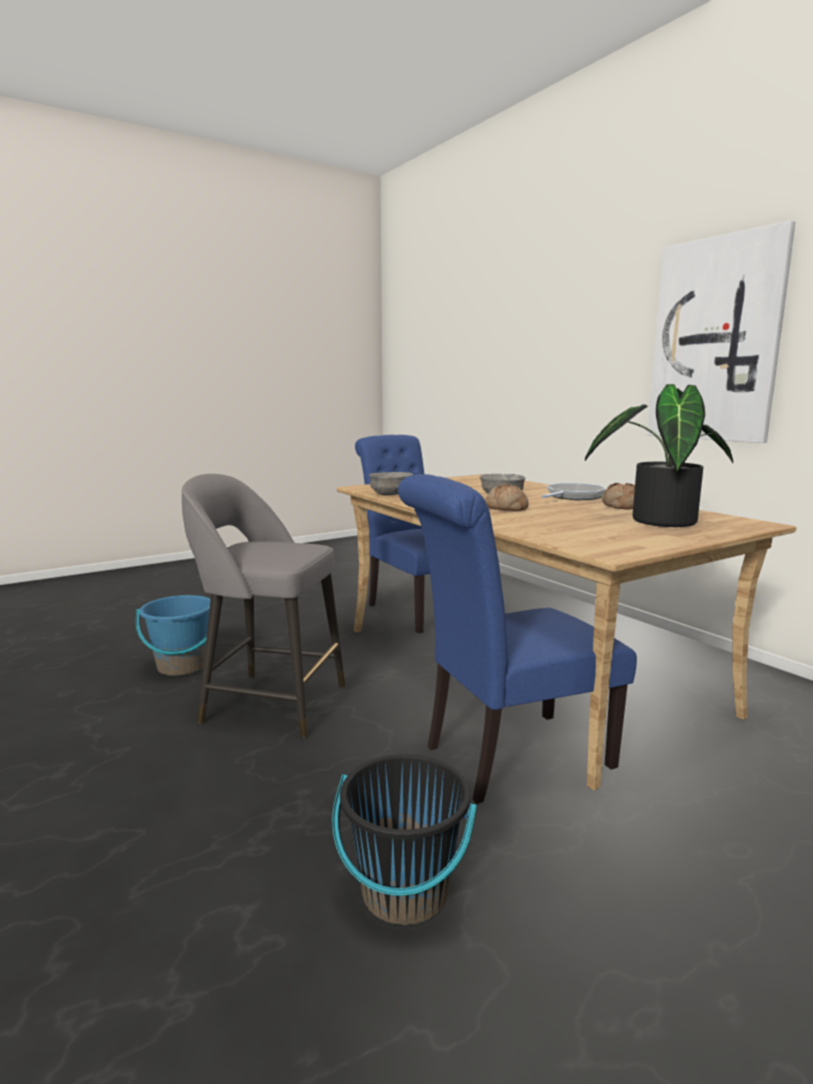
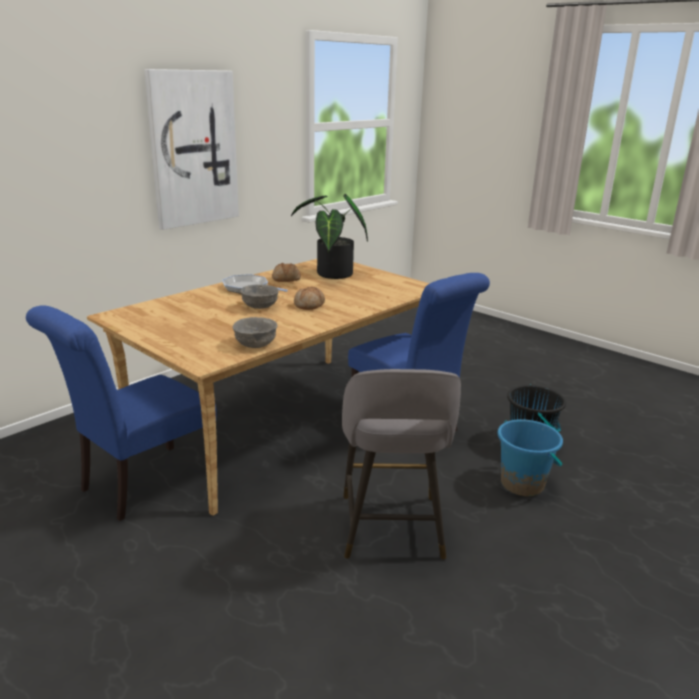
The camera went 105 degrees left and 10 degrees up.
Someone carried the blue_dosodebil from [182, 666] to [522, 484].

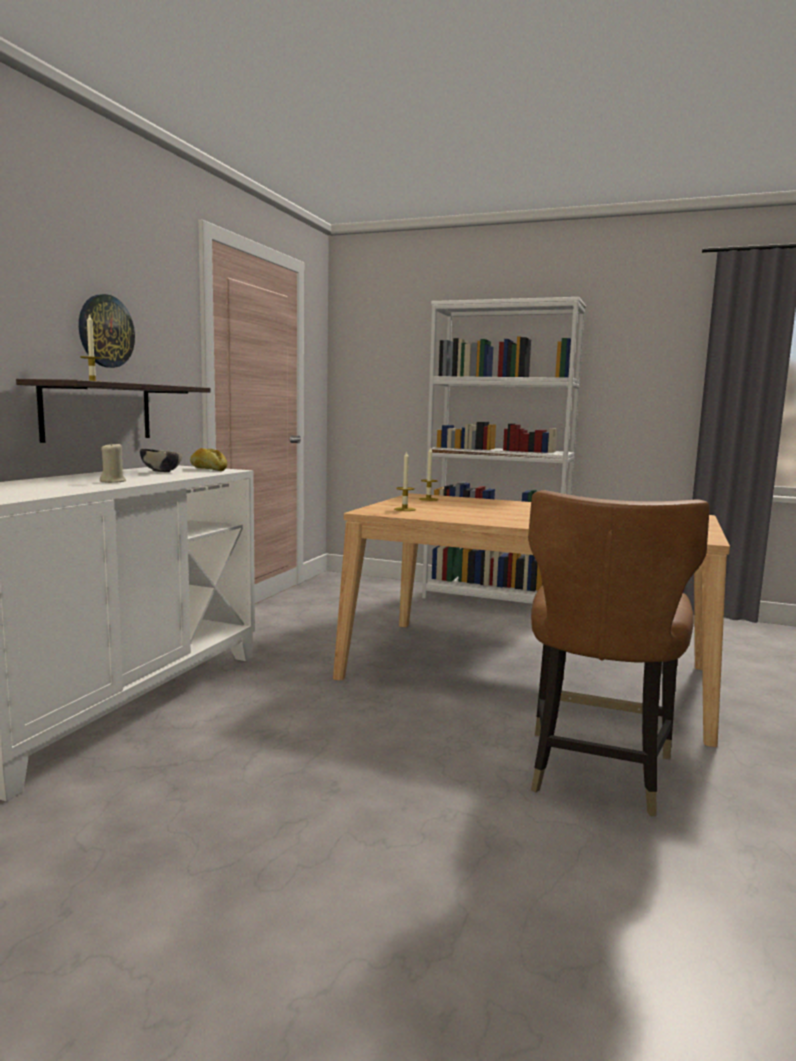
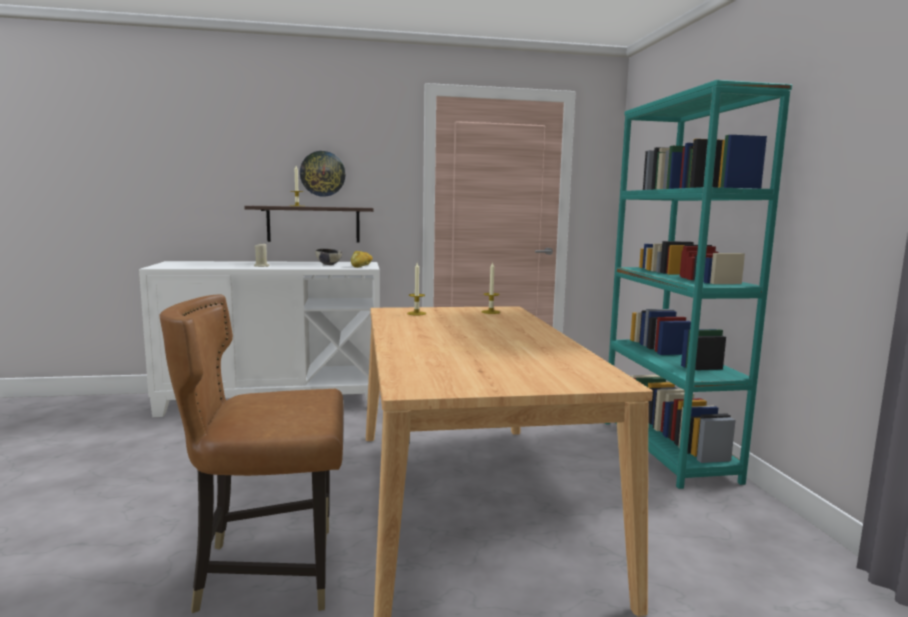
The camera went 60 degrees right and 0 degrees up.
Someone repainted the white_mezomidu at [493, 599], which became the turquoise_mezomidu at [666, 450].

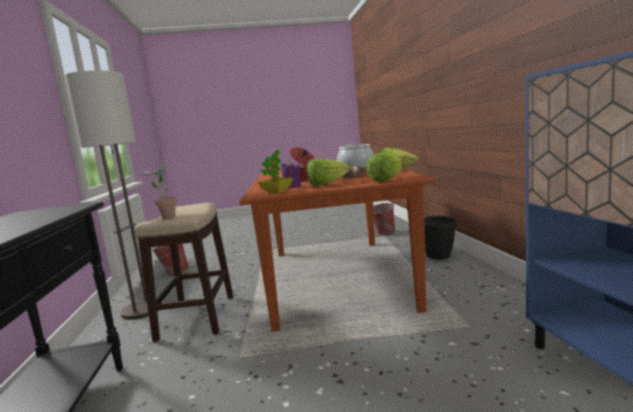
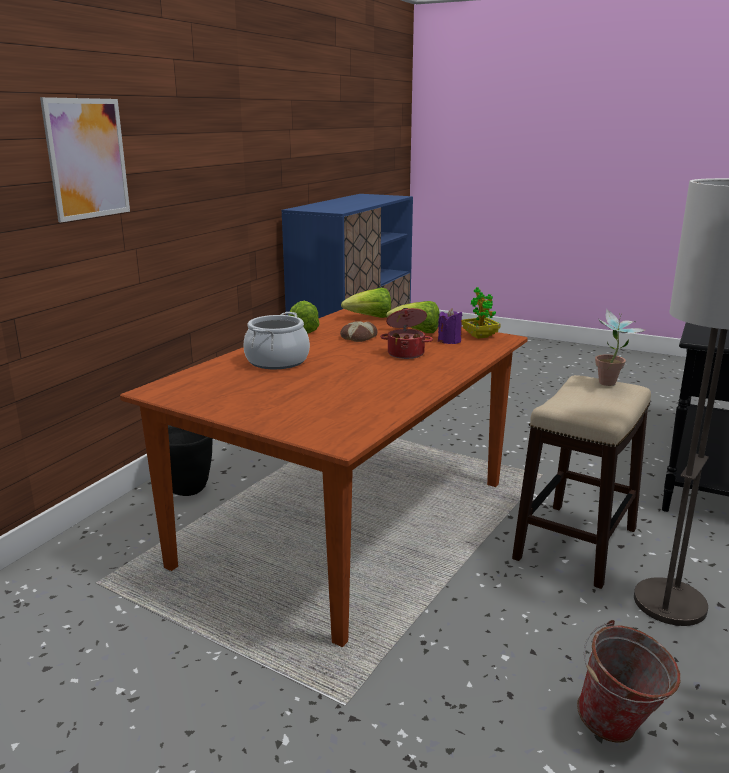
The camera went 145 degrees left and 10 degrees up.
Someone put up the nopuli at [87, 159].
Someone took away the dosodebil at [382, 233].

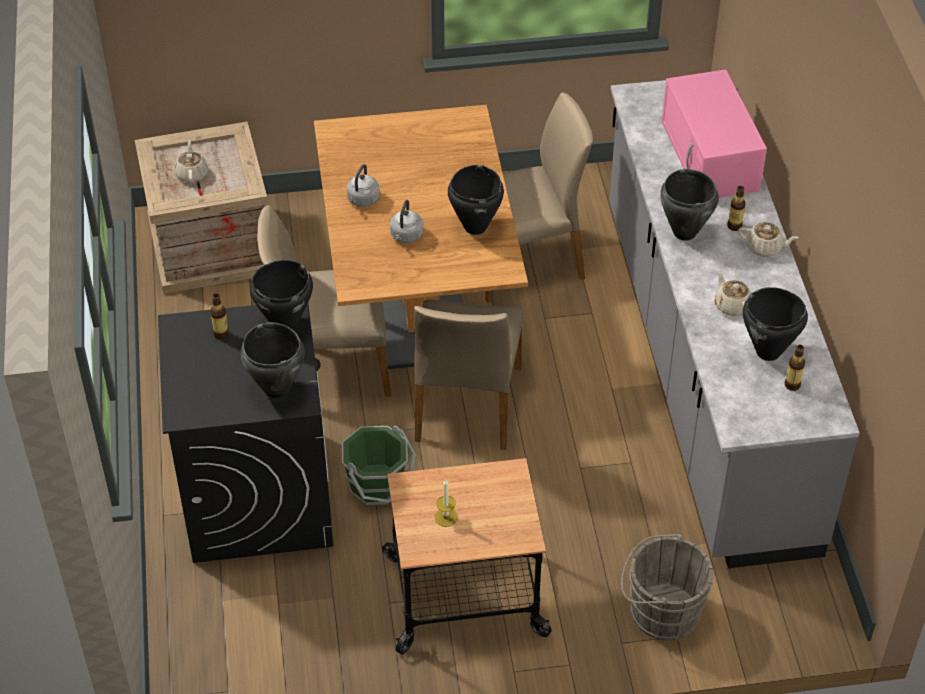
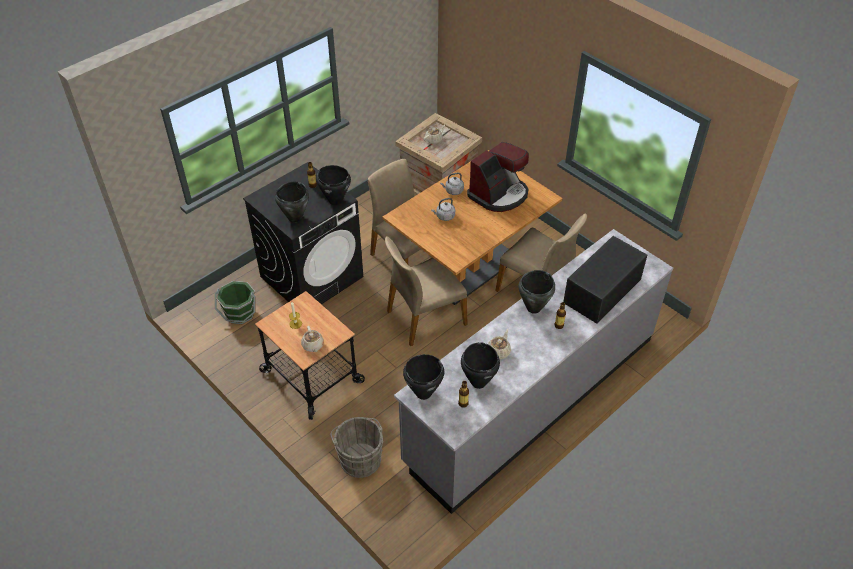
The camera went 55 degrees right and 0 degrees up.
Someone carried the green_dosodebil from [377, 484] to [240, 313].
Someone carried the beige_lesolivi from [765, 247] to [313, 345].
Someone carried the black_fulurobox from [474, 227] to [423, 393].
Someone put down the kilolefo at [499, 194].
Someone repainted the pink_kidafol at [710, 156], which became the black_kidafol at [602, 291].

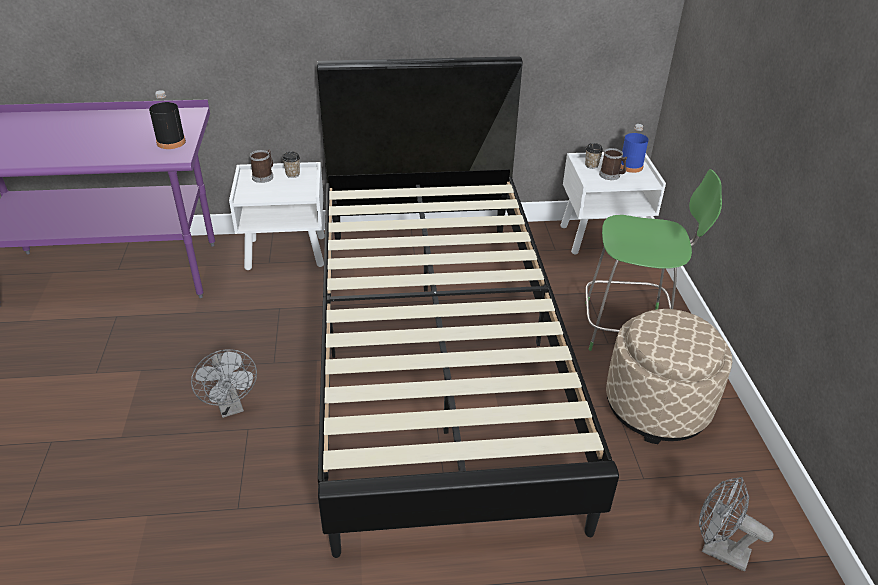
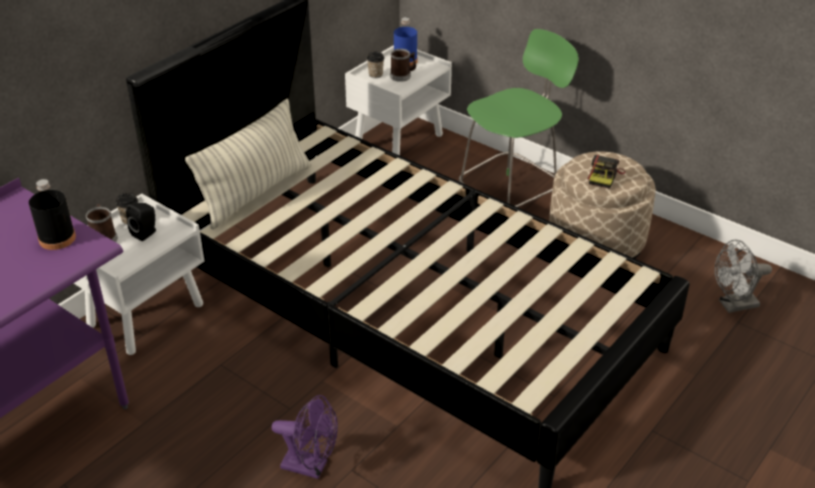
The camera went 45 degrees left and 0 degrees up.
Someone put down the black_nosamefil at [146, 233].
Someone put down the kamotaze at [256, 193].
Someone repainted the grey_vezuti at [231, 407], which became the purple_vezuti at [311, 466].
Someone put down the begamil at [604, 176].

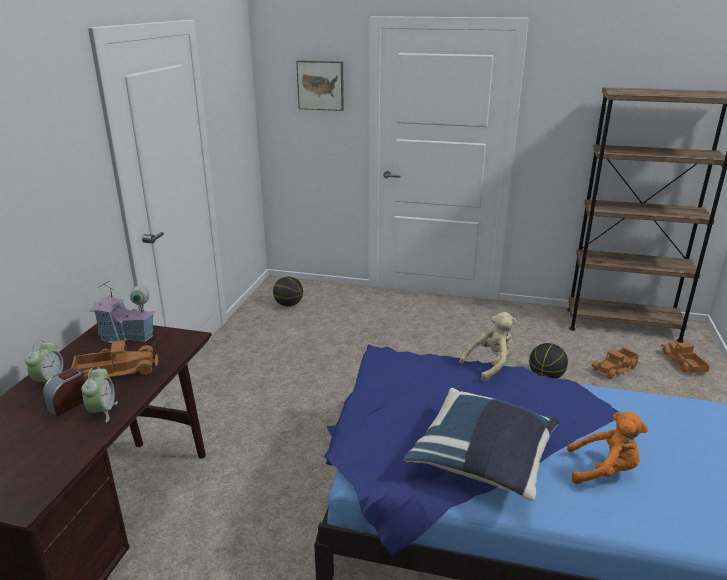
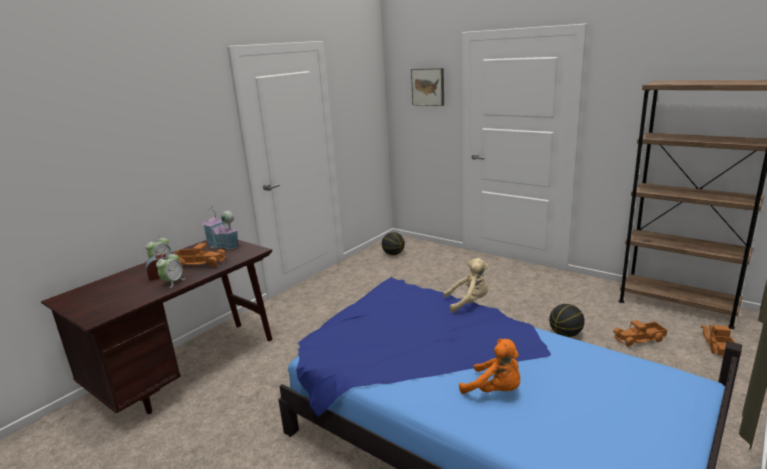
The camera went 25 degrees right and 5 degrees down.
Someone took away the blue_kamotaze at [483, 460].

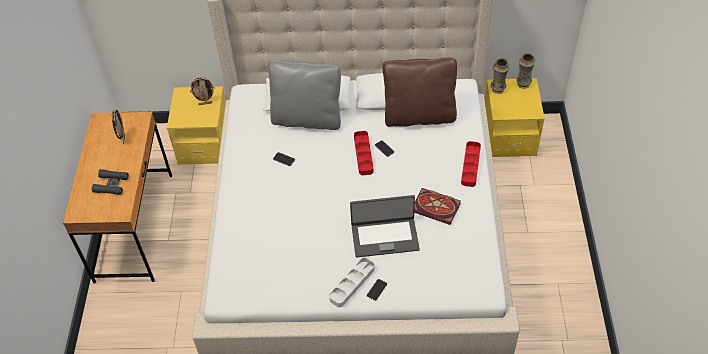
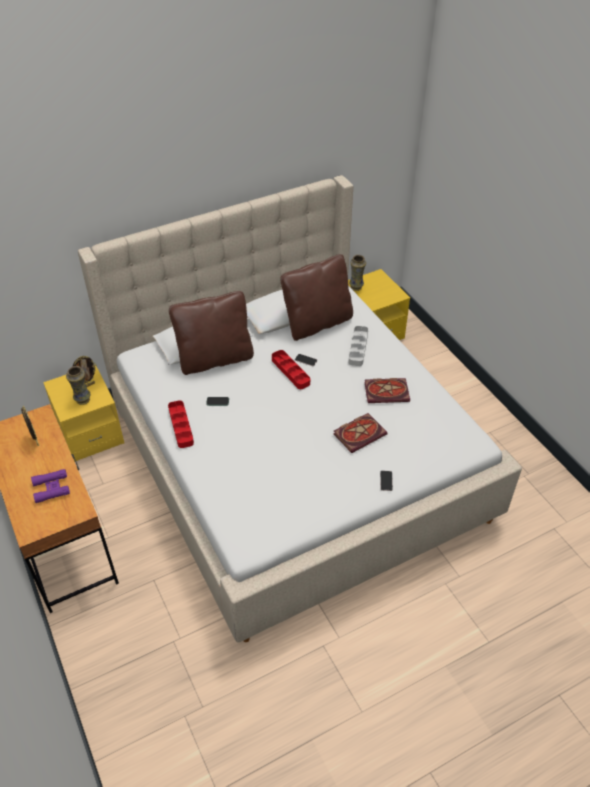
The camera went 30 degrees left and 5 degrees down.
Someone repainted the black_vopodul at [111, 184], which became the purple_vopodul at [51, 488].
Someone carried the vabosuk from [523, 84] to [82, 400].
Someone carried the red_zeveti from [470, 165] to [181, 426].
Someone repainted the grey_kamotaze at [307, 119], which became the brown_kamotaze at [215, 359].
Someone swapped the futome at [384, 237] for the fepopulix at [360, 433].
Someone carried the grey_zeveti from [352, 284] to [358, 348].

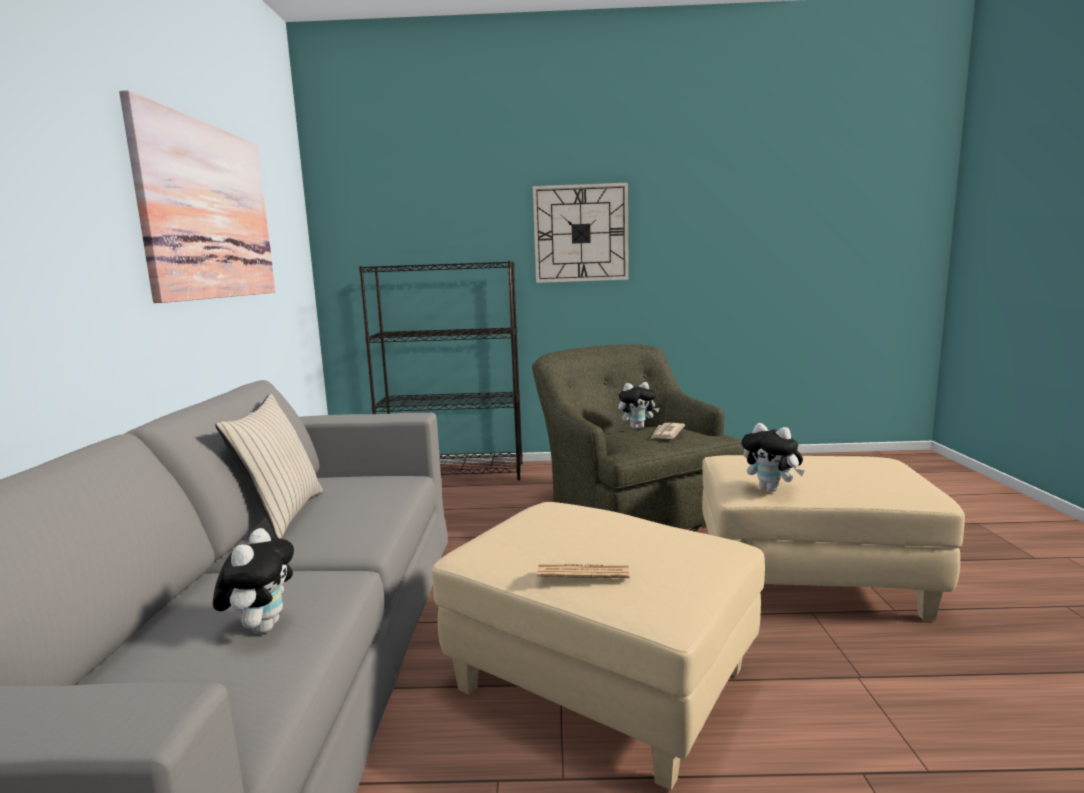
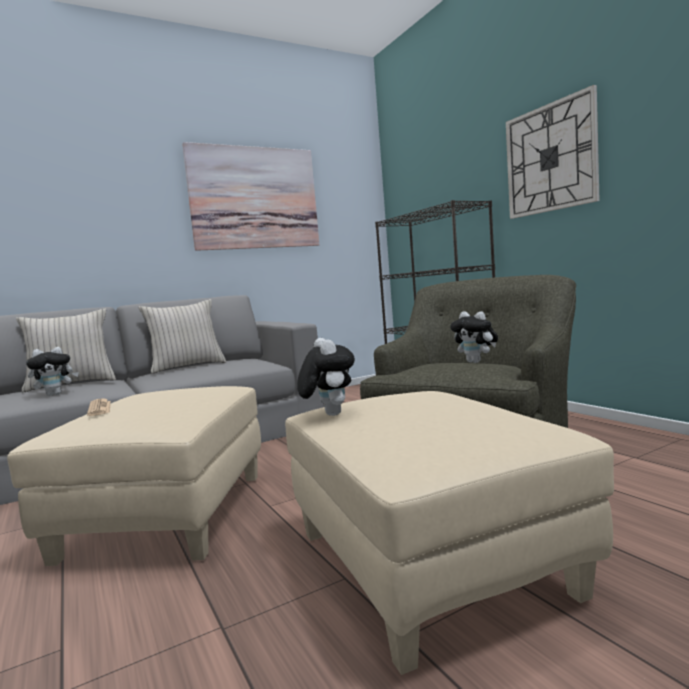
The camera went 60 degrees right and 5 degrees down.
Someone put down the beige_kamotaze at [71, 384].
Someone rotated the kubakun at [771, 489] by 150 degrees clockwise.
Someone took away the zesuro at [666, 433].

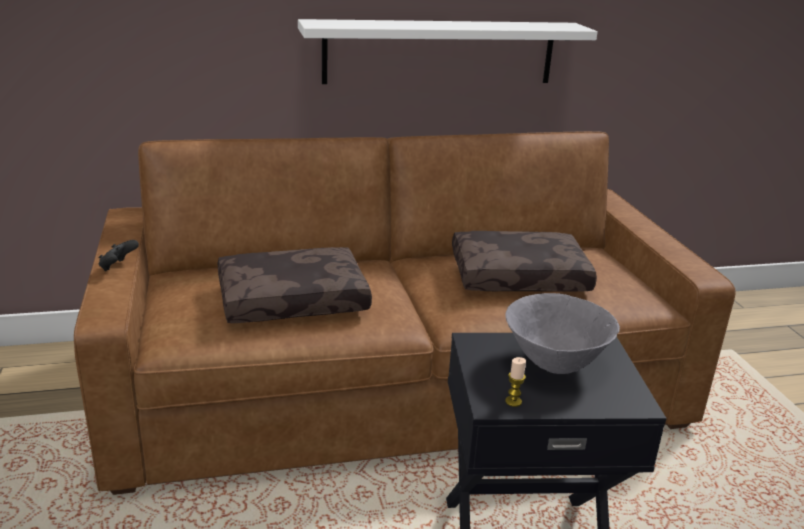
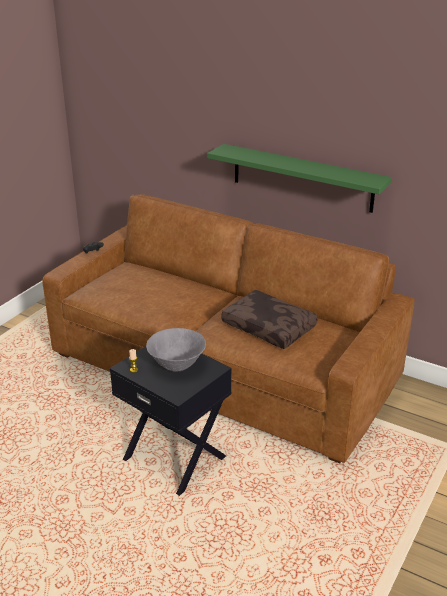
The camera went 45 degrees right and 5 degrees up.
Someone repainted the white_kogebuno at [440, 52], which became the green_kogebuno at [302, 178].
Someone took away the brown_kamotaze at [293, 299].

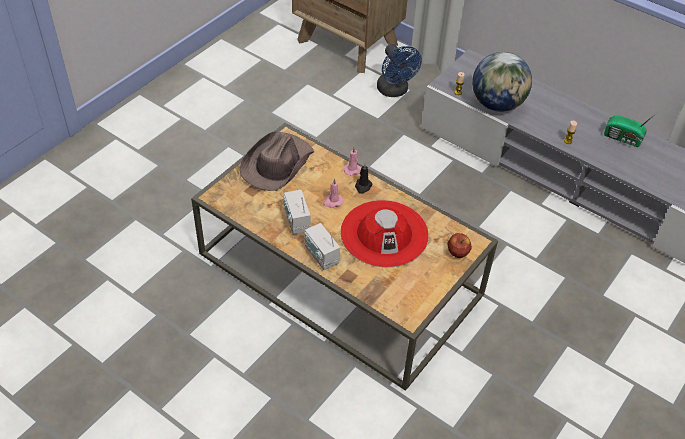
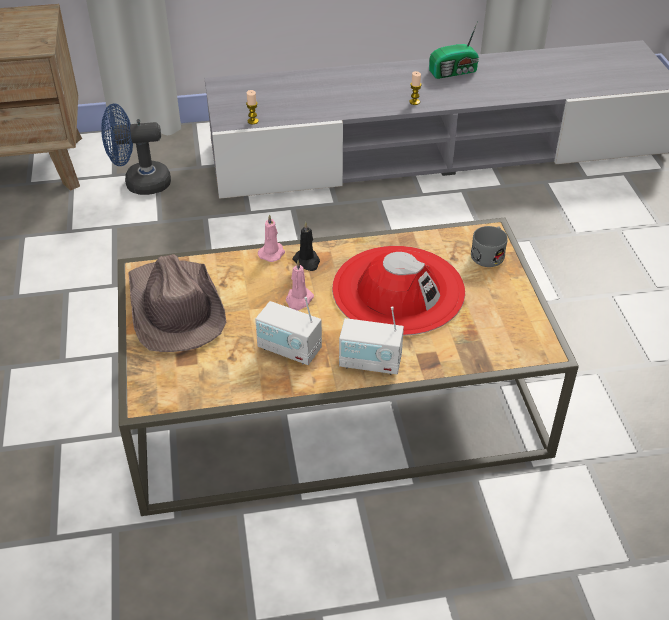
The camera went 45 degrees left and 5 degrees down.
Someone rotated the blue_vezuti at [394, 91] by 150 degrees clockwise.
Someone swapped the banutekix at [457, 252] for the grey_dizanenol at [489, 254].
Someone took away the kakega at [497, 104].

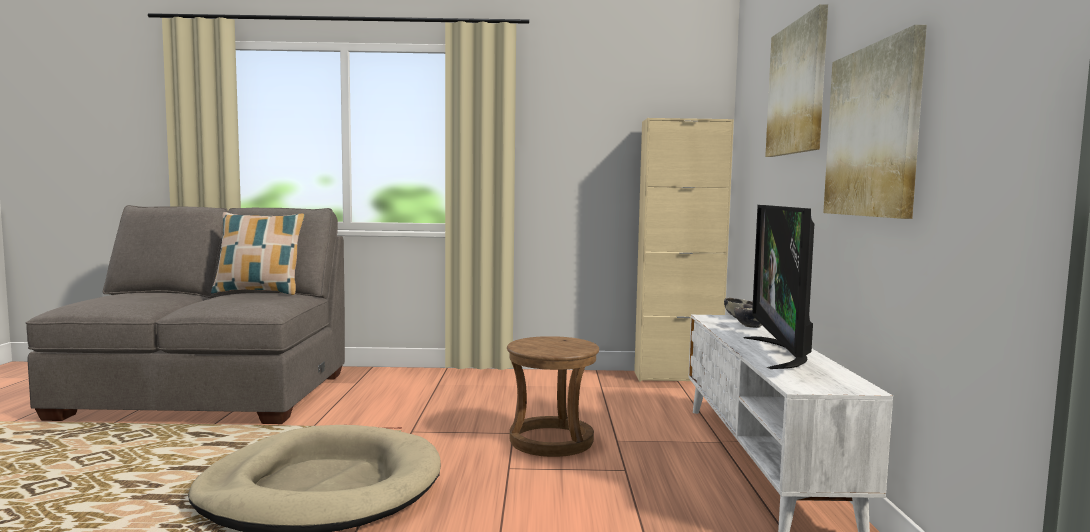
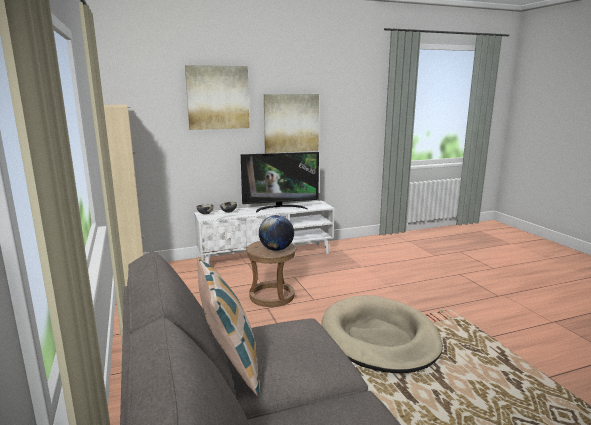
The camera went 110 degrees left and 10 degrees up.
Someone put down the kakega at [276, 249].

